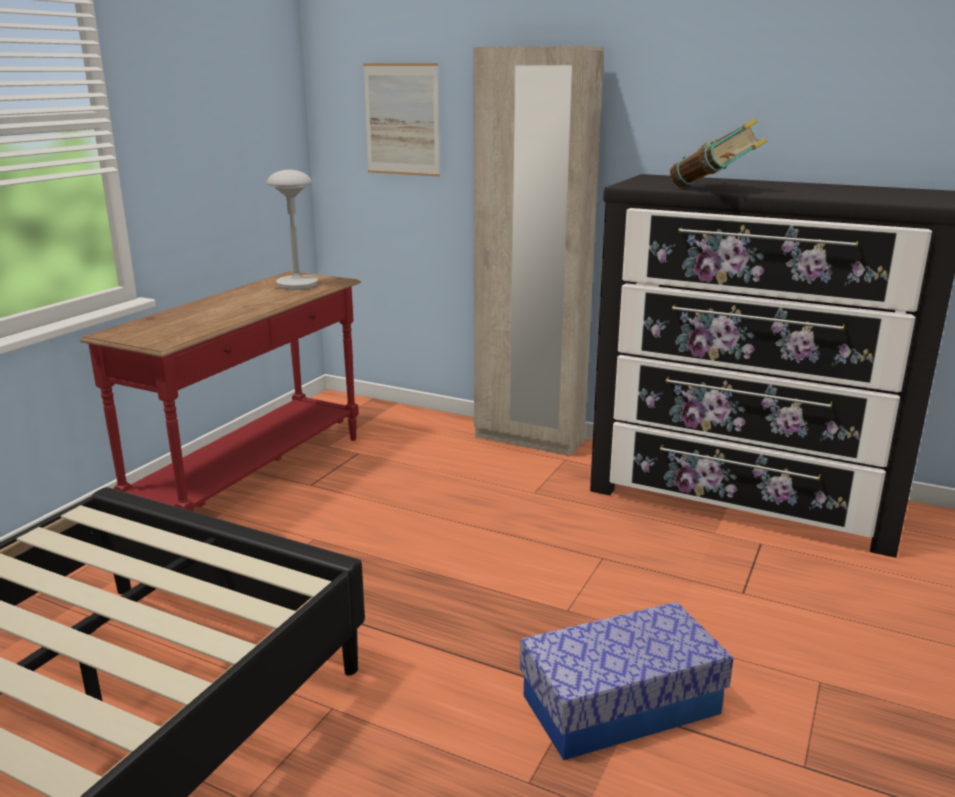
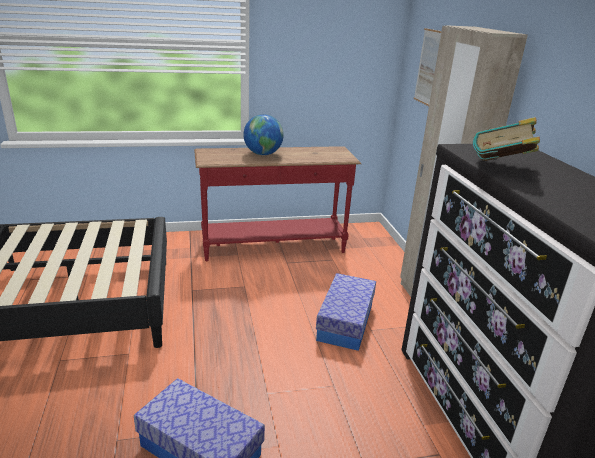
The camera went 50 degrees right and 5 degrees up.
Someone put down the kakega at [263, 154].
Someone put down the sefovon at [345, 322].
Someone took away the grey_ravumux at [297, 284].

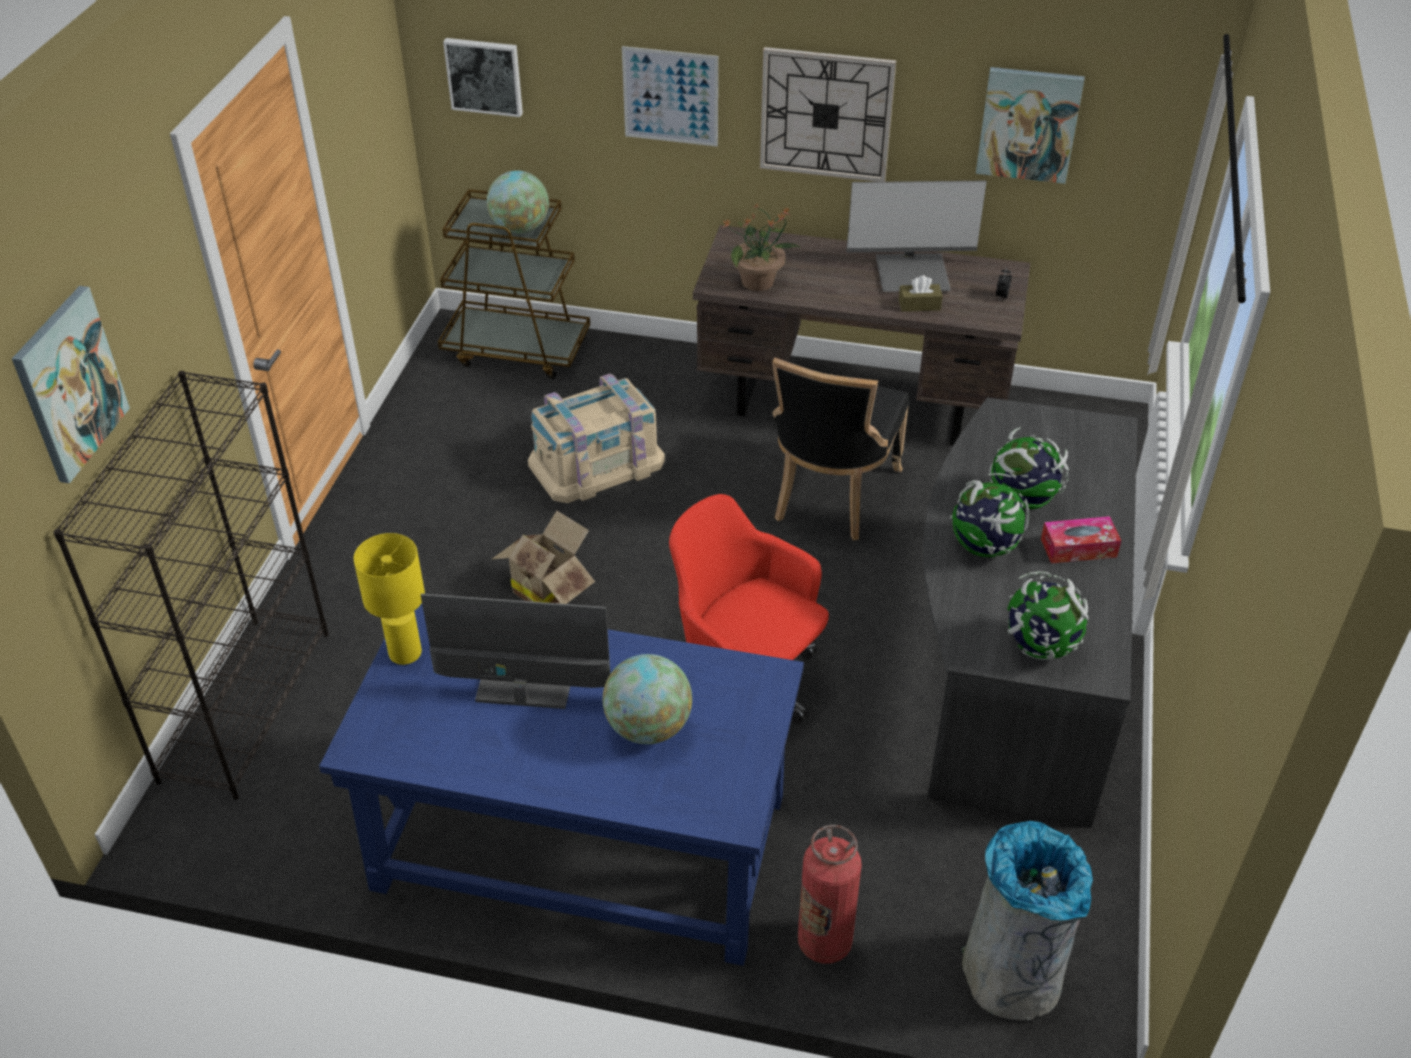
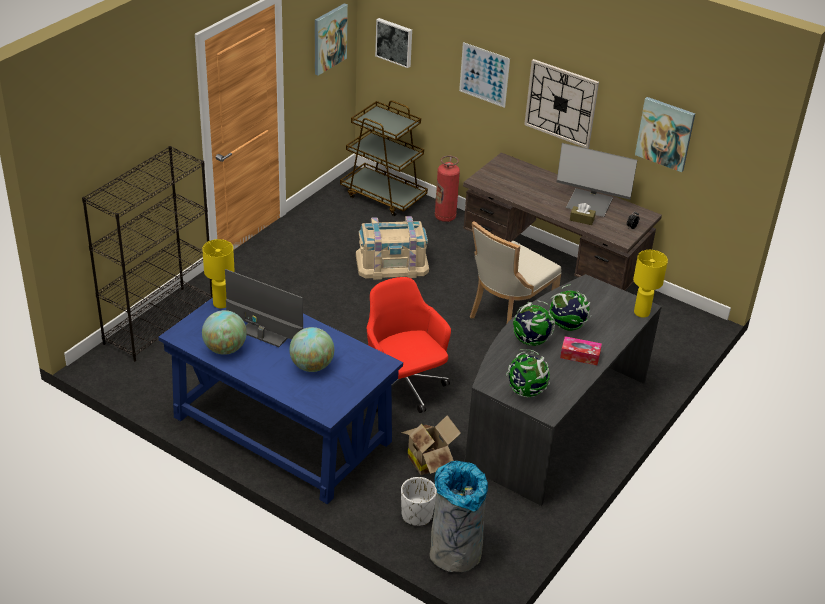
The camera went 20 degrees right and 5 degrees down.
Someone carried the kakega from [520, 229] to [225, 349].
Someone carried the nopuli from [69, 384] to [329, 38].
Someone carried the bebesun from [548, 588] to [429, 460].
Someone put down the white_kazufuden at [417, 515].
Someone carried the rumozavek from [824, 942] to [445, 217].
Someone repainted the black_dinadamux at [831, 496], which became the beige_dinadamux at [507, 315].
Someone put down the yellow_ravumux at [641, 312].
Someone took away the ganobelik at [759, 282].

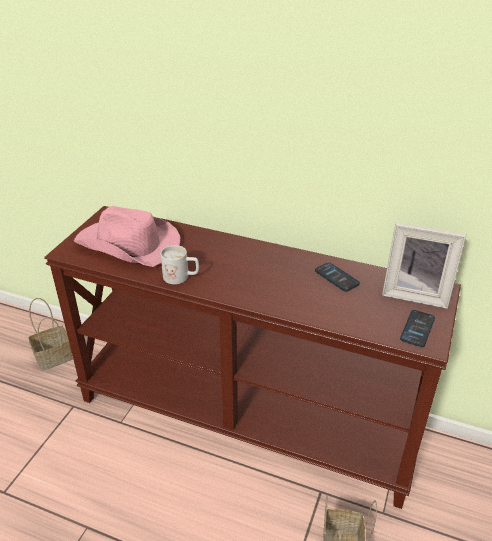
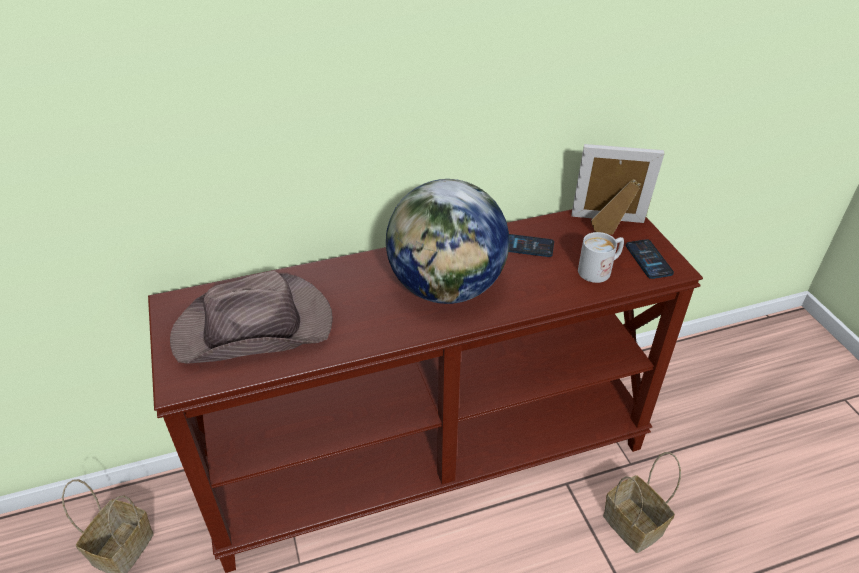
The camera went 40 degrees left and 5 degrees up.
Someone repainted the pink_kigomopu at [128, 245], which became the brown_kigomopu at [255, 329].
Someone put down the kakega at [447, 288].
Someone rotated the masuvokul at [415, 294] by 150 degrees counterclockwise.
Someone carried the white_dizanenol from [181, 277] to [600, 269].

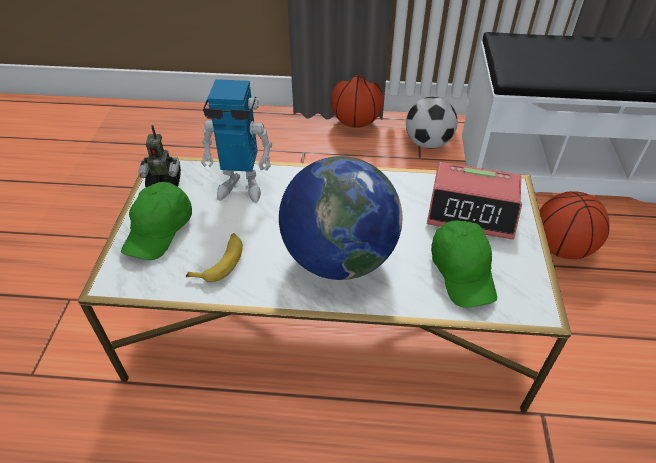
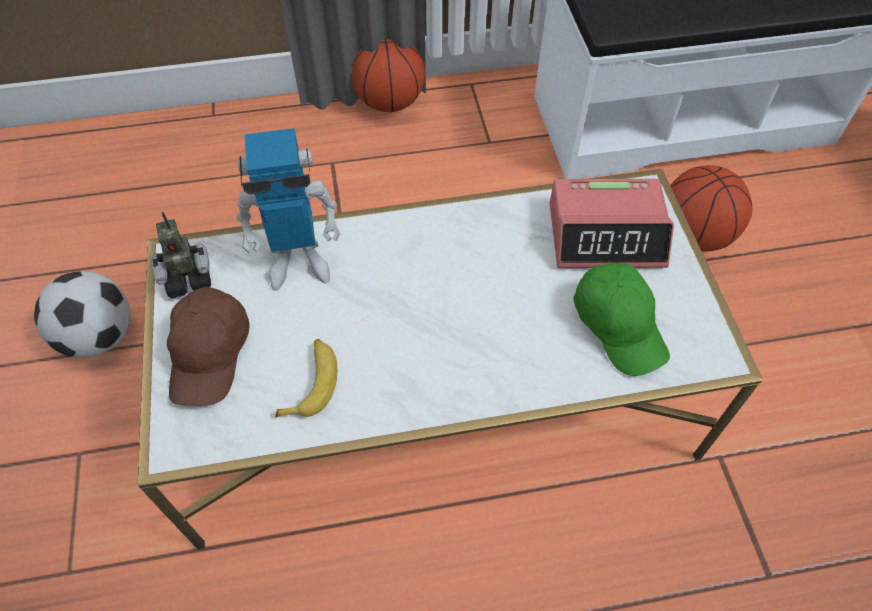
The camera went 15 degrees left and 10 degrees up.
Someone carried the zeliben from [428, 143] to [99, 336].
Someone repainted the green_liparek at [160, 230], which became the brown_liparek at [211, 354].
Someone took away the kakega at [339, 258].

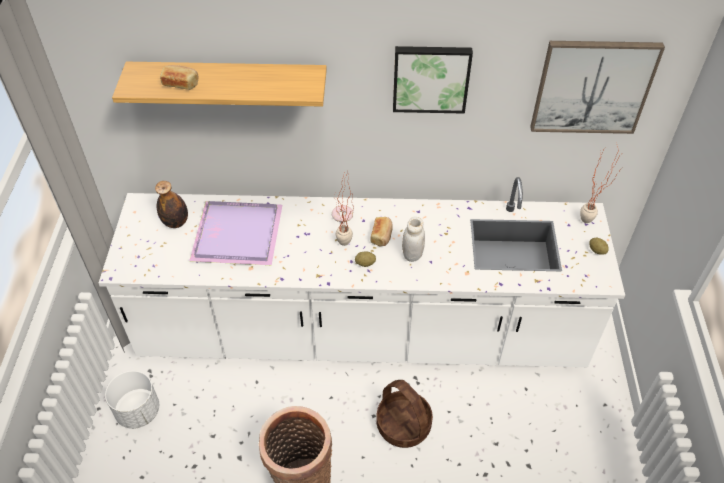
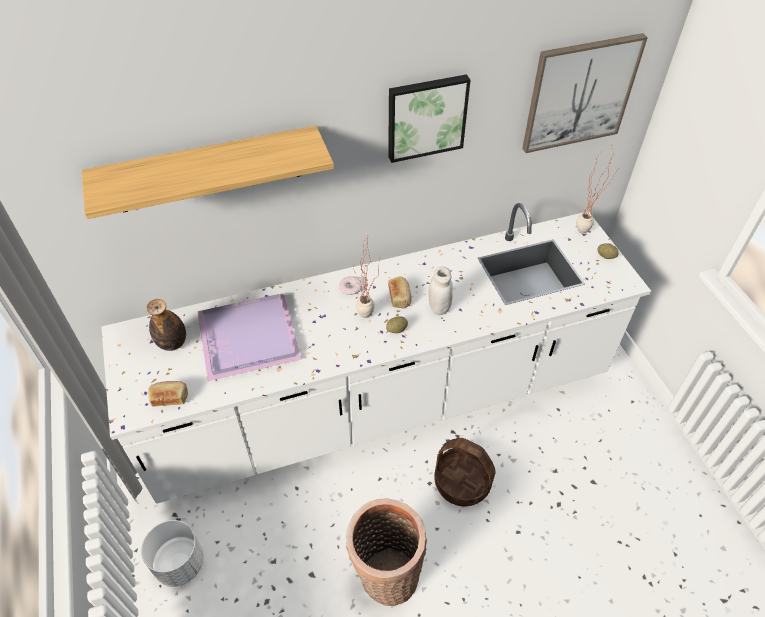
The camera went 20 degrees left and 0 degrees up.
Someone carried the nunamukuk from [181, 83] to [170, 397].

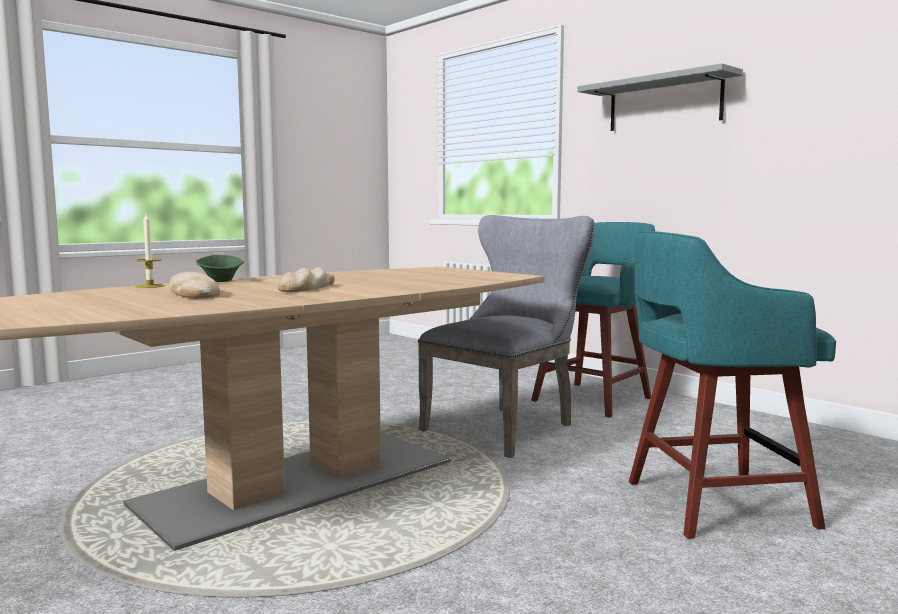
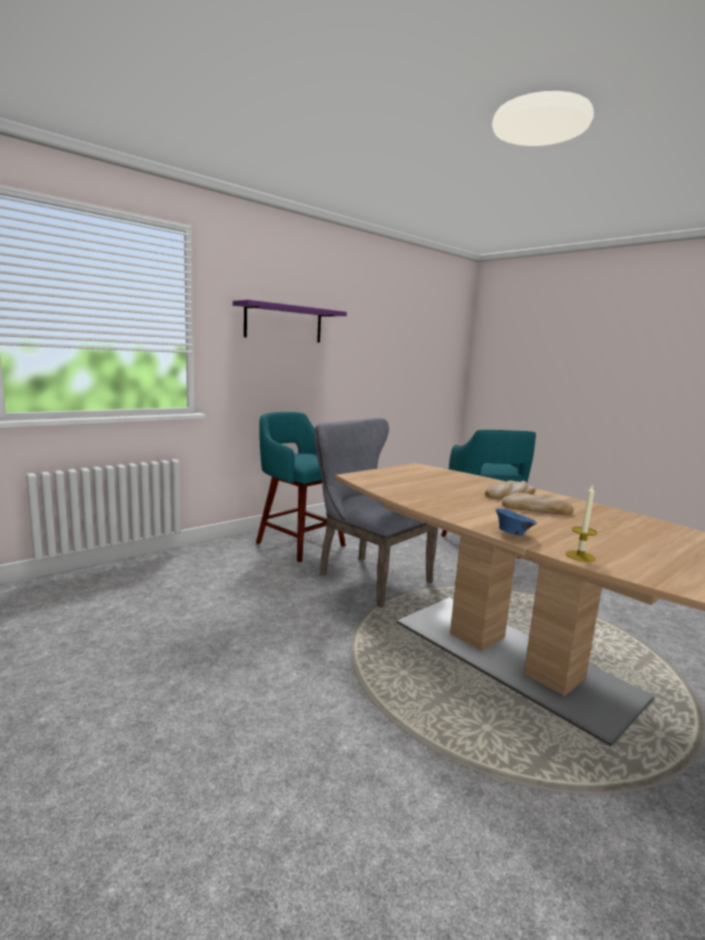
The camera went 90 degrees left and 5 degrees up.
Someone repainted the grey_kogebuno at [664, 103], which became the purple_kogebuno at [284, 323].
Someone carried the nunamukuk from [193, 293] to [509, 494].
Someone repainted the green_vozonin at [221, 281], which became the blue_vozonin at [512, 534].

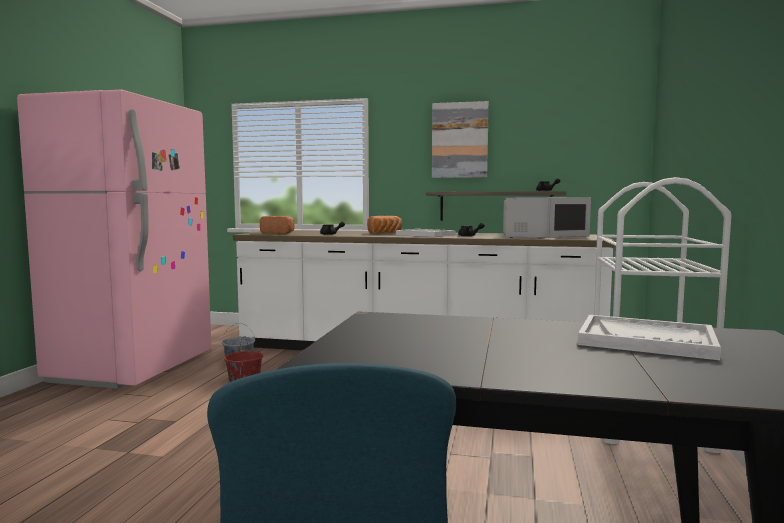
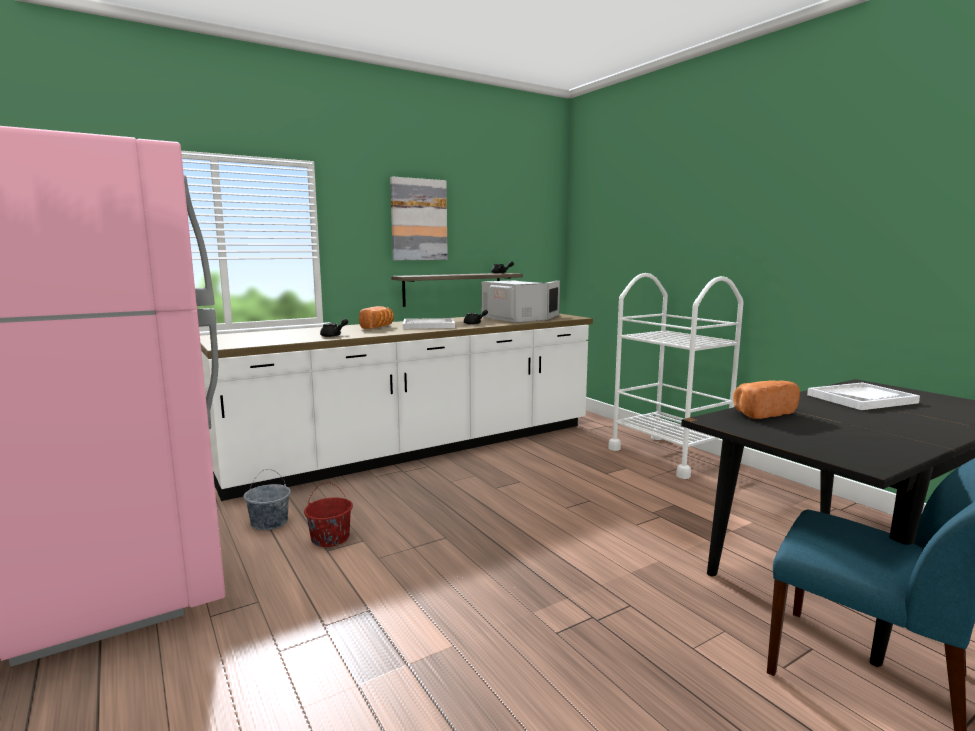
The camera went 45 degrees left and 5 degrees up.
Someone carried the nunamukuk from [279, 233] to [761, 413].

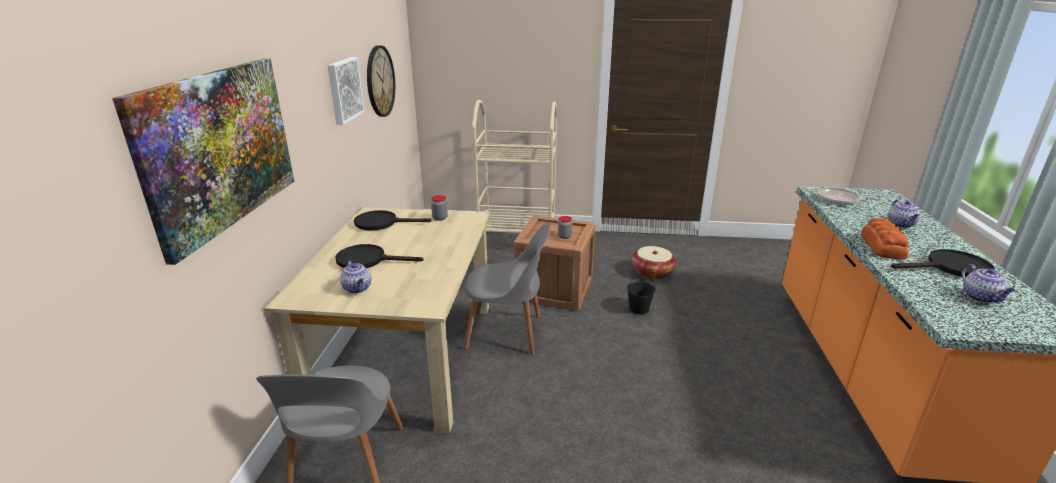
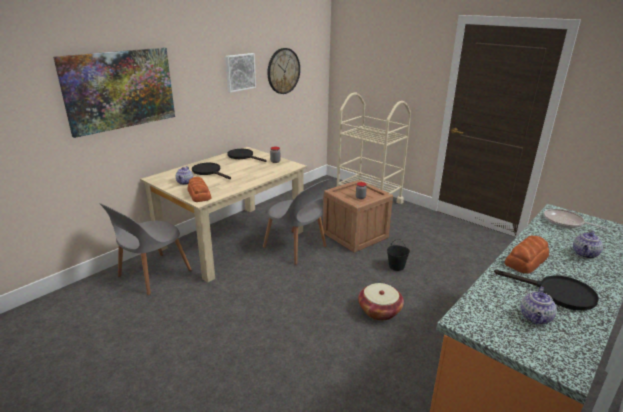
The camera went 35 degrees right and 0 degrees up.
Someone put down the nunamukuk at [199, 194].
Someone carried the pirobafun from [652, 272] to [379, 310].

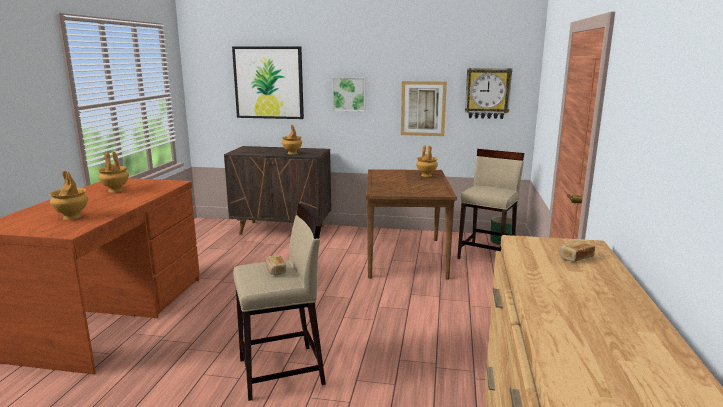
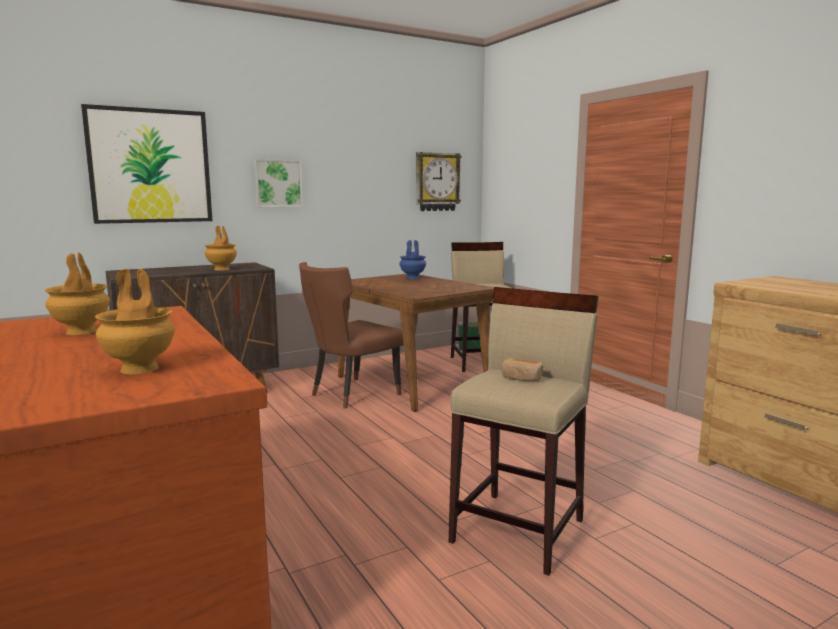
The camera went 40 degrees left and 5 degrees down.
Someone put down the brown_dinadamux at [351, 394].
Someone repainted the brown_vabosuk at [426, 175], which became the blue_vabosuk at [412, 278].
Someone took away the nopuli at [423, 108].
Someone took away the nunamukuk at [575, 258].

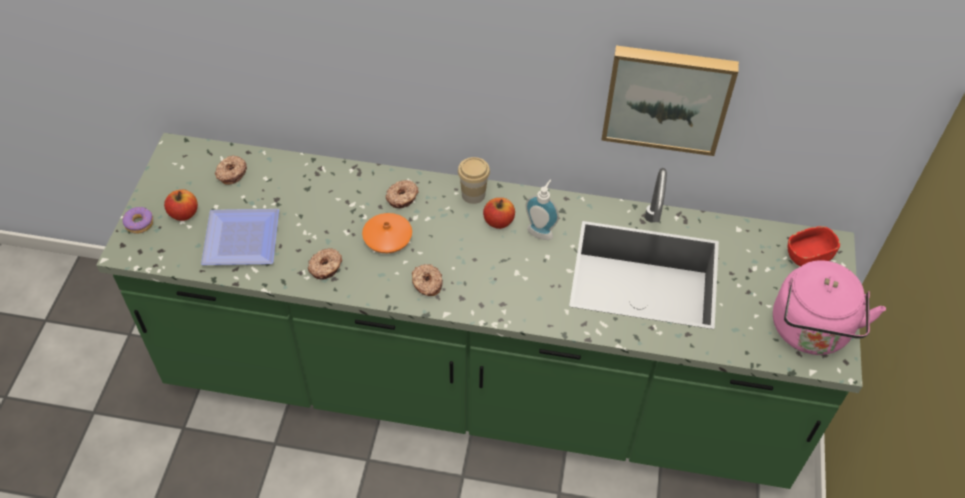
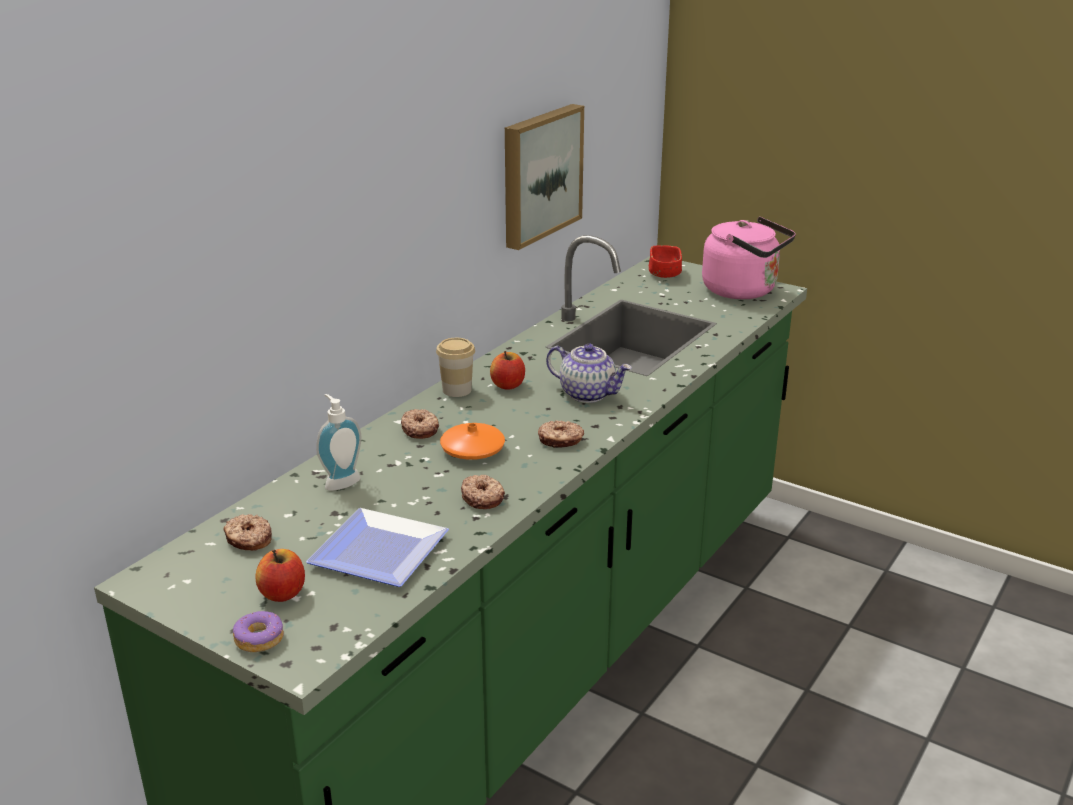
The camera went 65 degrees left and 25 degrees down.
Someone carried the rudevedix from [541, 231] to [340, 481].
Someone put down the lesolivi at [588, 394].

